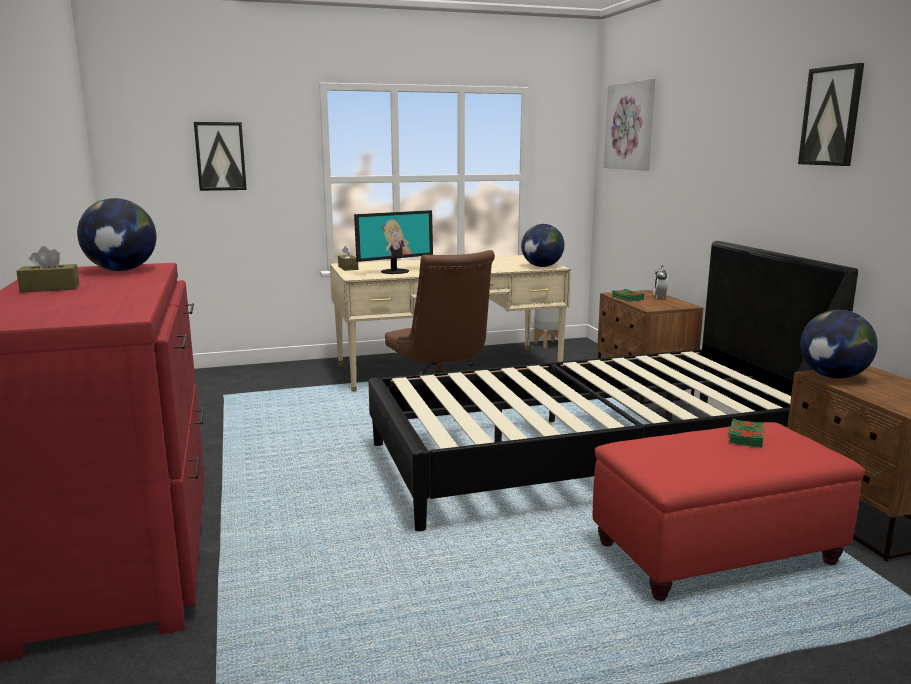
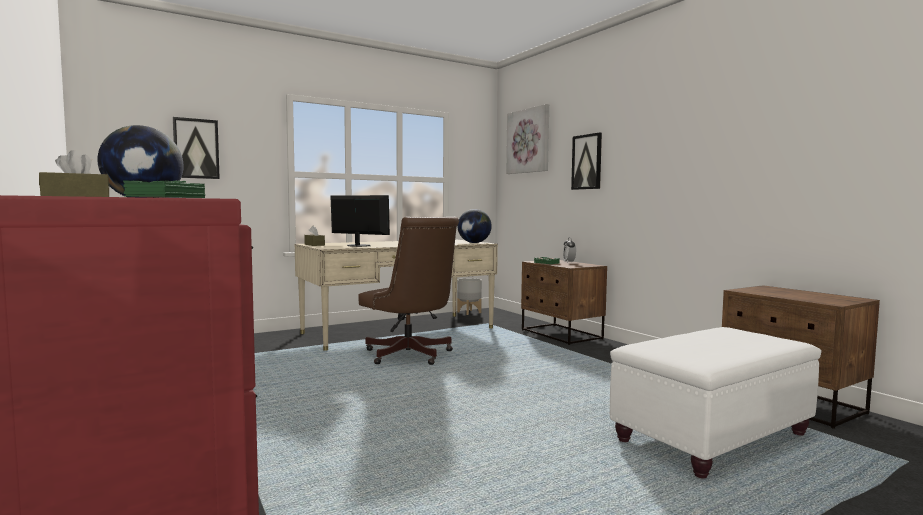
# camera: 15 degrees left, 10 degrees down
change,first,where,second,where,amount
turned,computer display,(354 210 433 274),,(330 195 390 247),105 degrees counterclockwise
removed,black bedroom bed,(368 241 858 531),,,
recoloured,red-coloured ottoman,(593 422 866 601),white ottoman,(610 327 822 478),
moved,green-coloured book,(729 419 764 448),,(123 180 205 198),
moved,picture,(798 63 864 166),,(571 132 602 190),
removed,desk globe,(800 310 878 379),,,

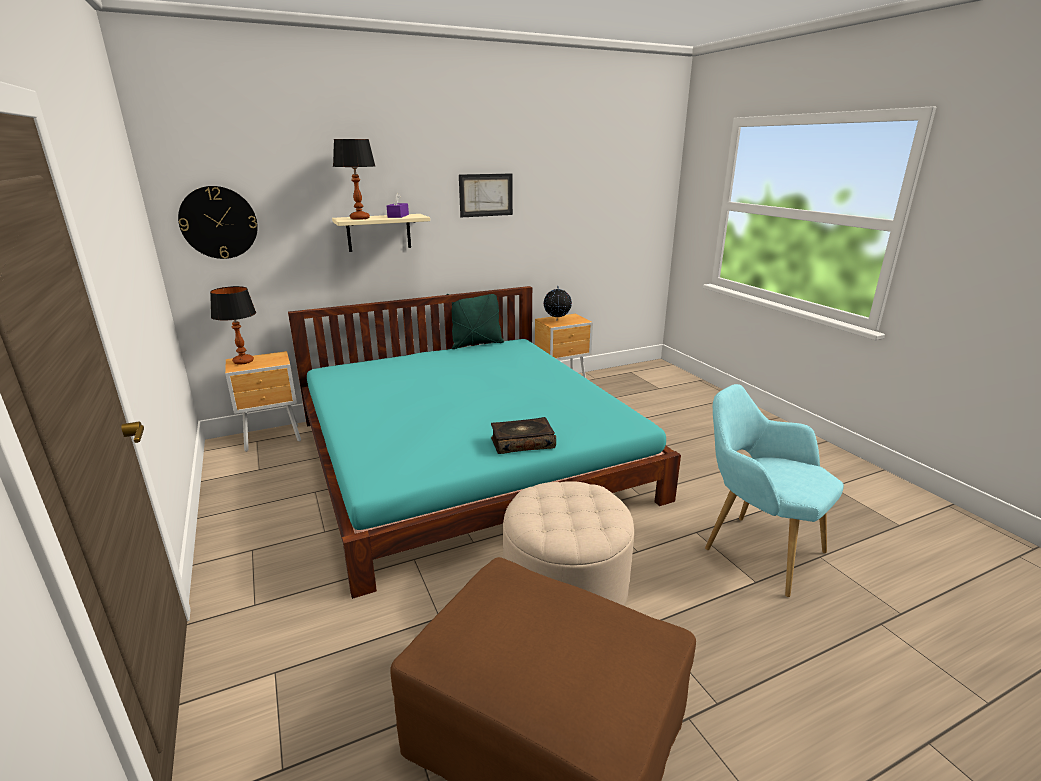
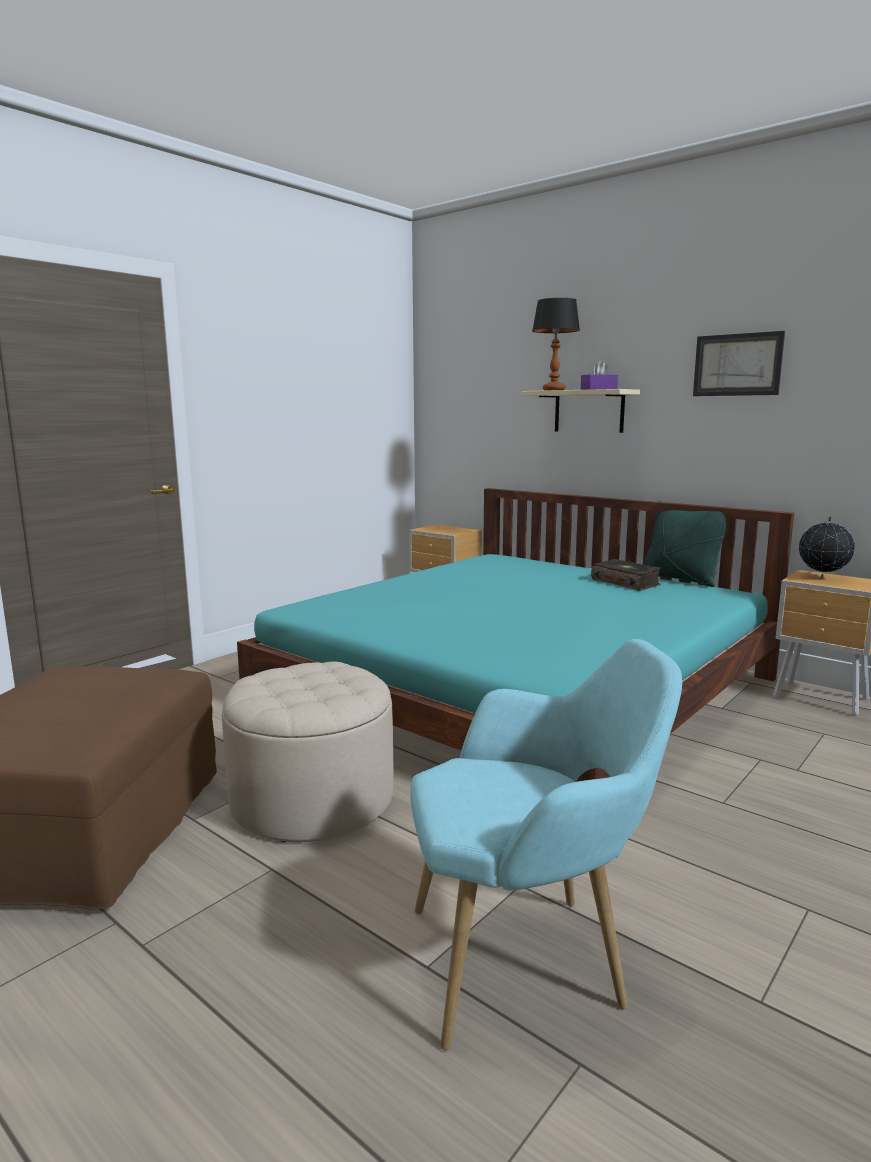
# camera: 65 degrees right, 10 degrees down
change,first,where,second,where,amount
removed,clock on the wall,(178 186 258 259),,,
removed,lamp for a table,(210 286 256 365),,,
moved,book,(491 417 556 454),,(591 559 661 591),
turned,turquoise-coloured easy chair,(705 384 844 597),,(410 639 682 1050),60 degrees clockwise

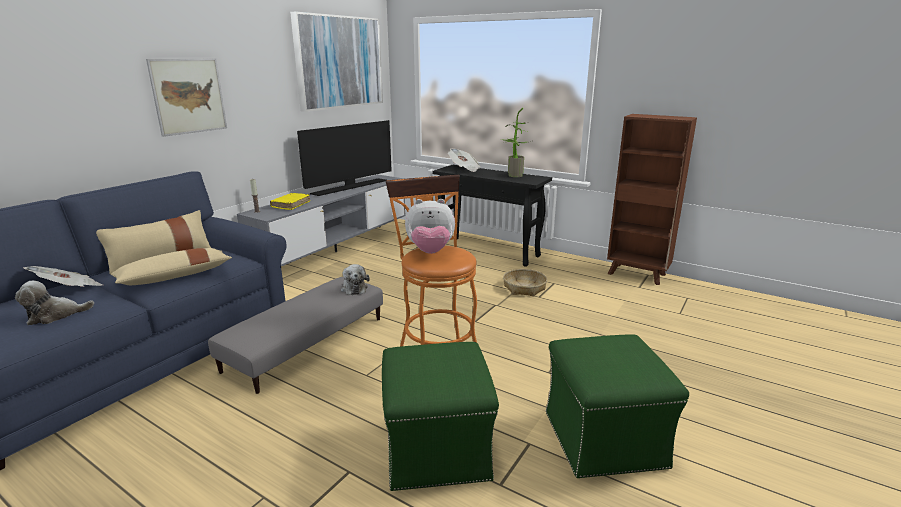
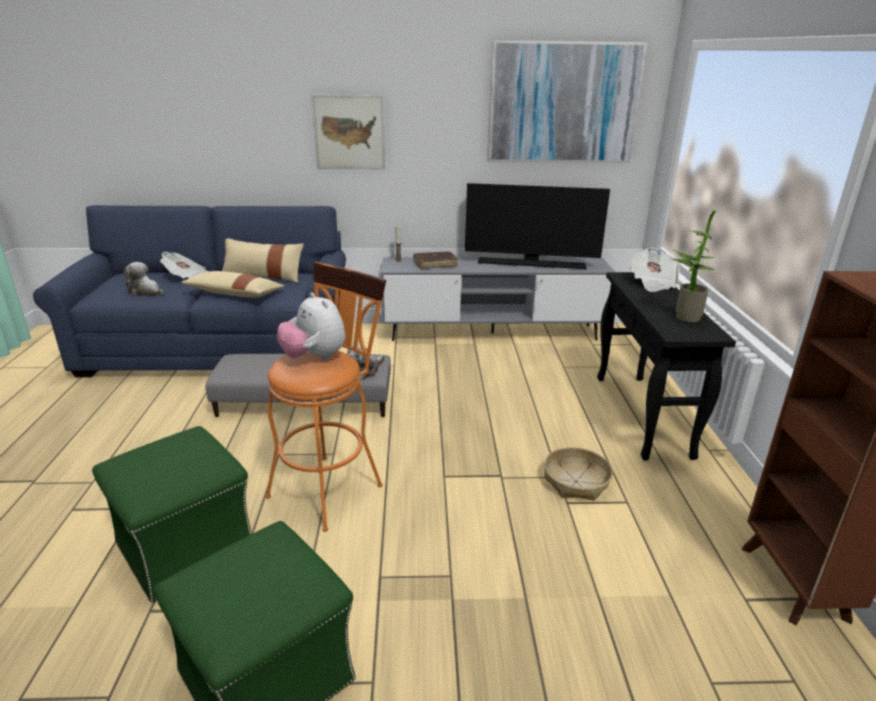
# camera: 55 degrees right, 5 degrees up
change,first,where,second,where,amount
recoloured,yellowish book,(270 193 310 210),brown-coloured book,(413 251 458 269),

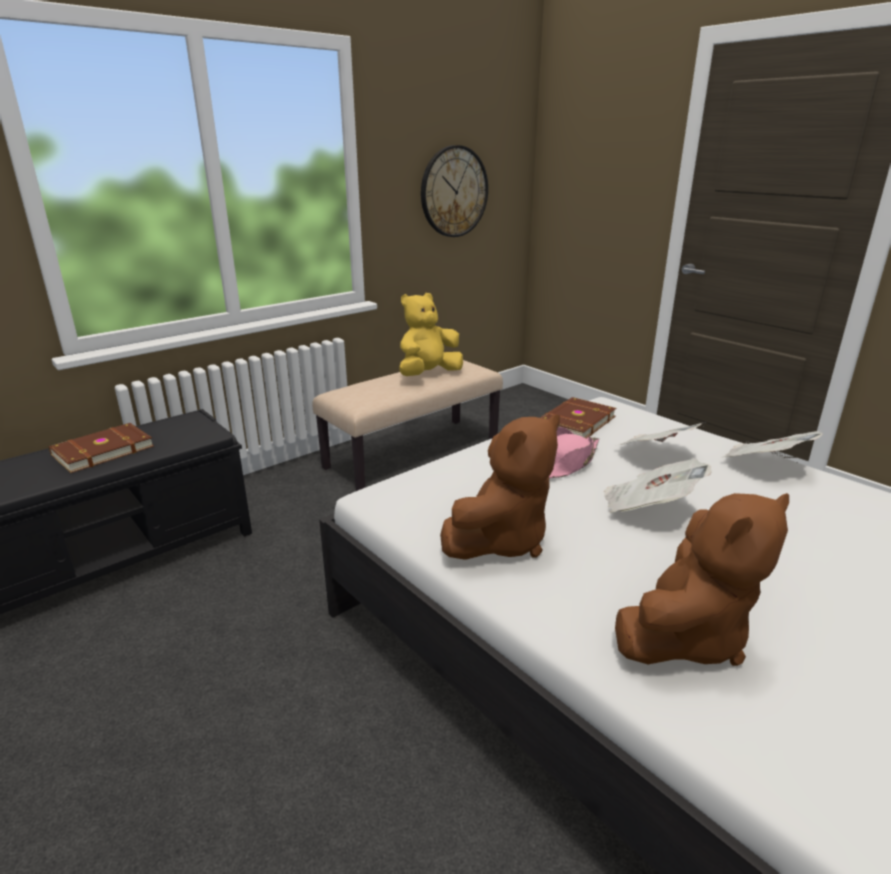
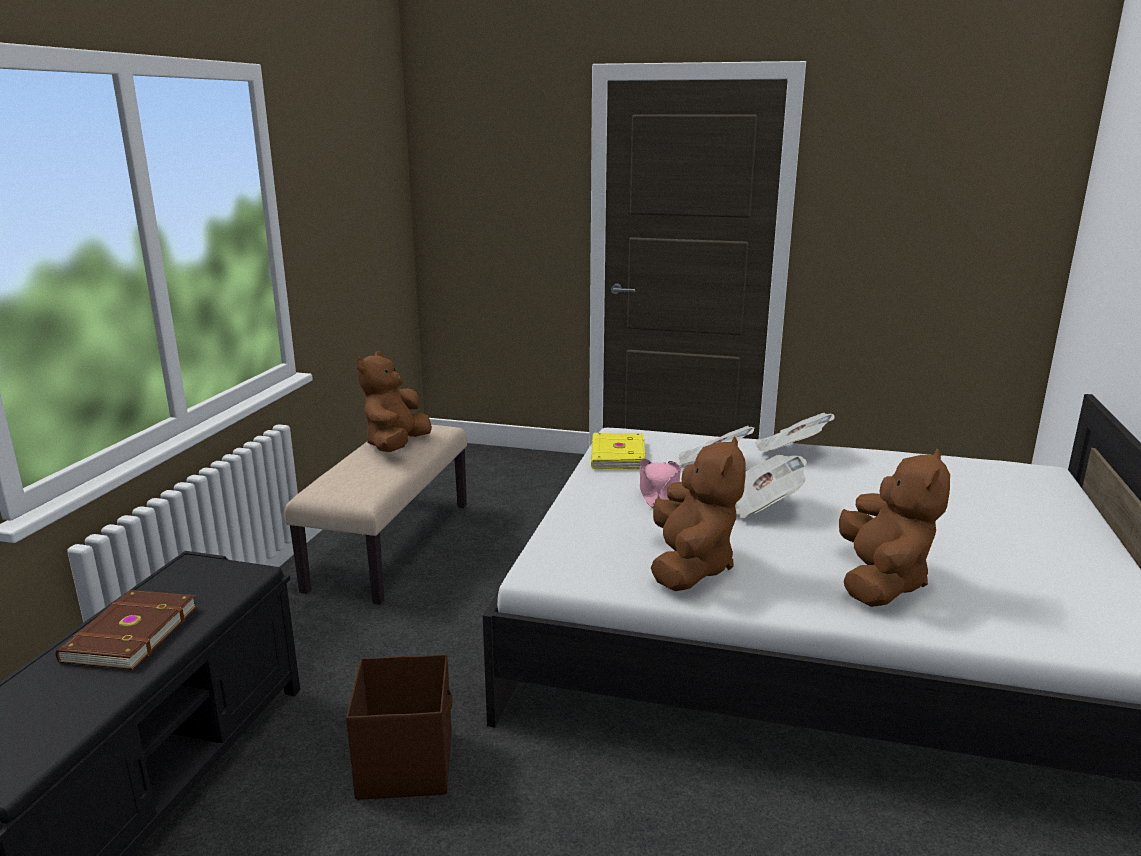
# camera: 35 degrees left, 5 degrees down
change,first,where,second,where,amount
recoloured,yellowish soft toy,(399 293 463 376),brown-coloured soft toy,(357 351 432 452),
removed,clock on the wall,(421 145 488 237),,,
recoloured,brown-coloured book,(540 397 616 438),yellowish book,(591 433 646 470),
added,,,brown-coloured storage container,(346 654 452 800),

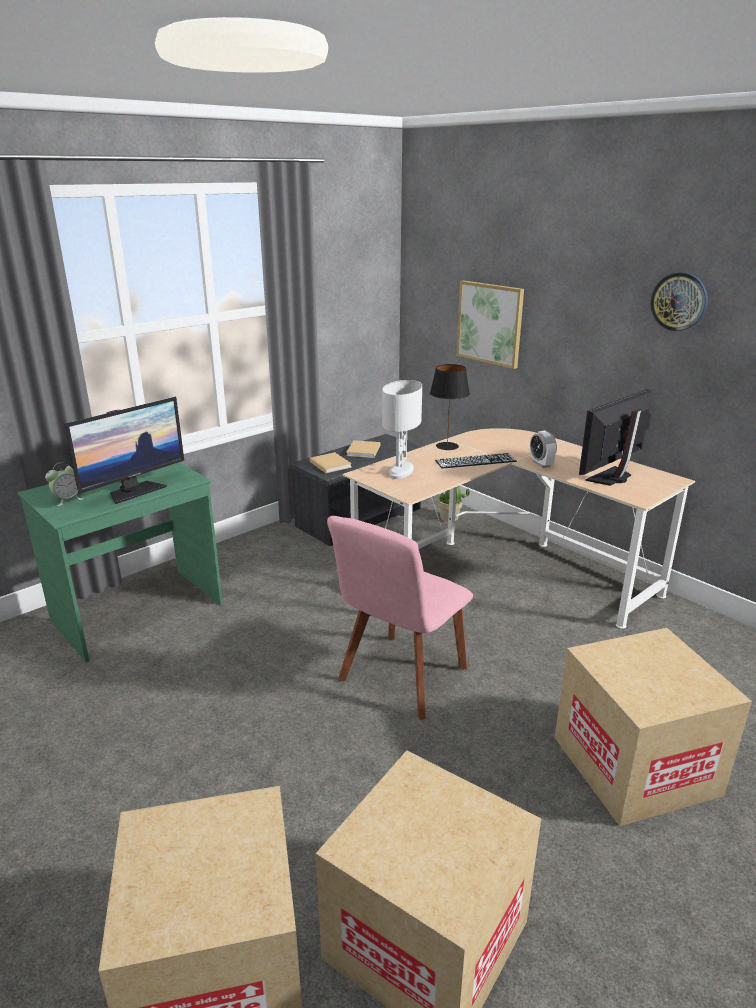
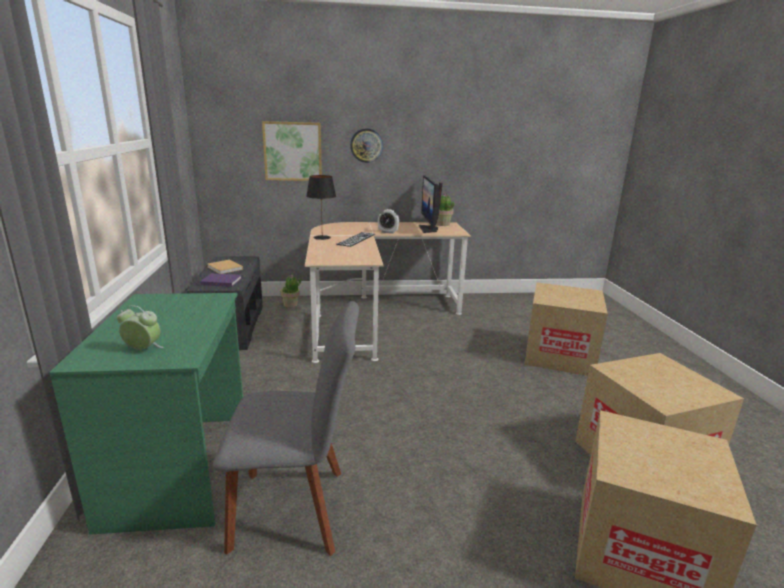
# camera: 55 degrees left, 5 degrees down
change,first,where,second,where,amount
turned,table clock,(45 462 84 506),,(117 305 164 350),75 degrees counterclockwise
removed,computer display,(64 397 184 504),,,
recoloured,beige book,(310 452 352 473),purplish book,(200 273 242 287),
removed,pinkish upright chair,(327 516 473 720),,,
removed,white lamp for a table,(382 380 422 479),,,
moved,clock on the wall,(650 272 708 331),,(350 128 383 163),
added,,,gray upright chair,(212 301 359 556),
added,,,potted plant,(436 193 454 226),

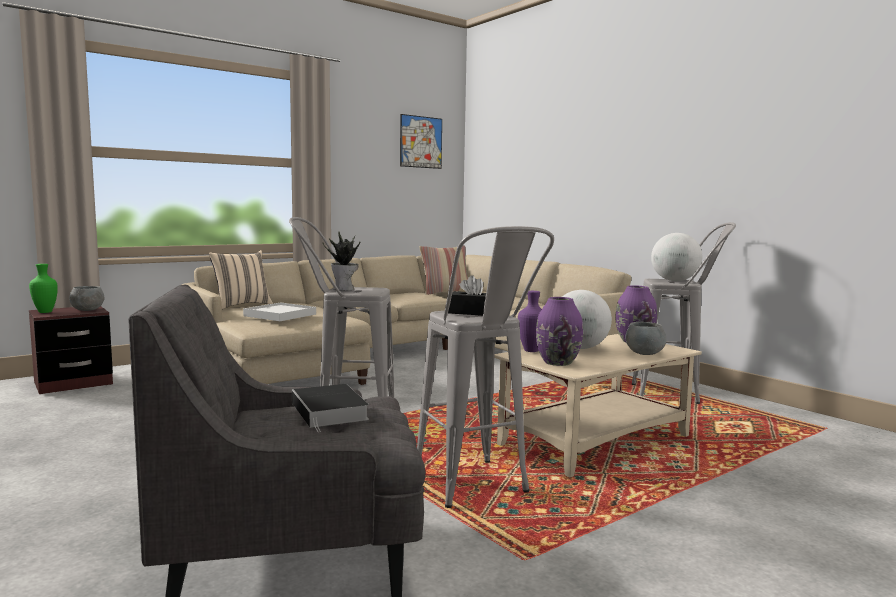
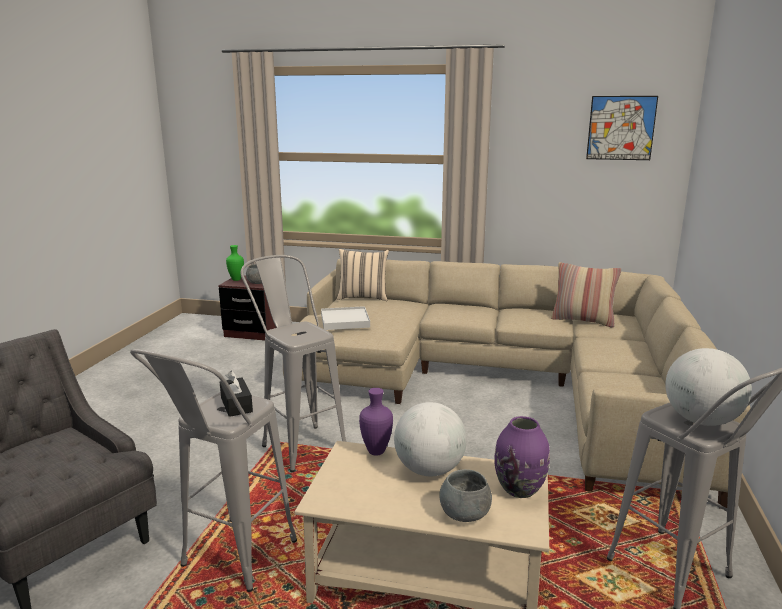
# camera: 50 degrees right, 10 degrees up
change,first,where,second,where,amount
removed,book,(292 384 369 432),,,
removed,potted plant,(323 232 361 291),,,
removed,purplish decorative vase,(536 297 583 366),,,

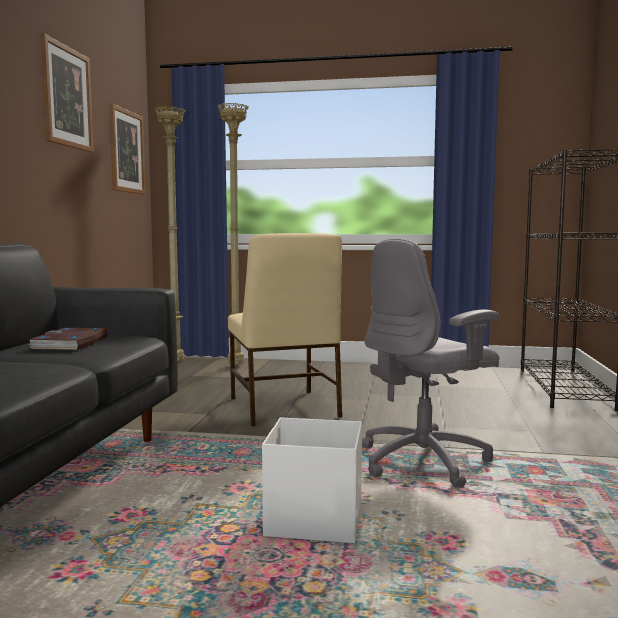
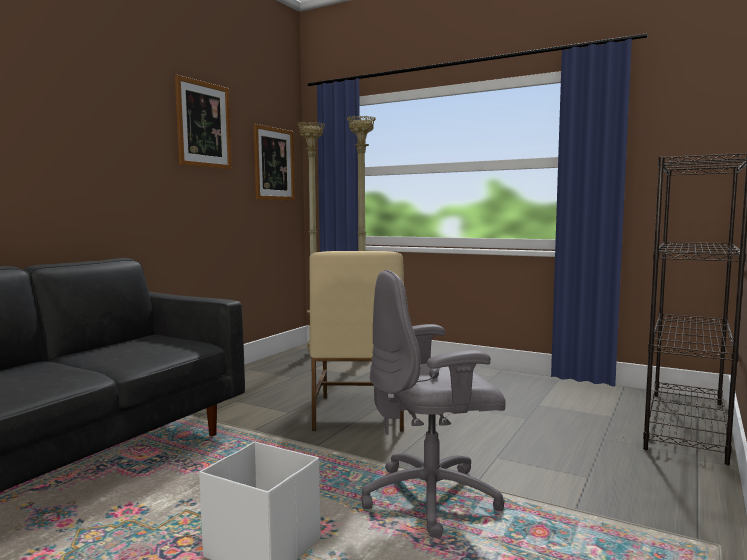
# camera: 20 degrees right, 0 degrees up
change,first,where,second,where,amount
removed,book,(28 328 108 350),,,

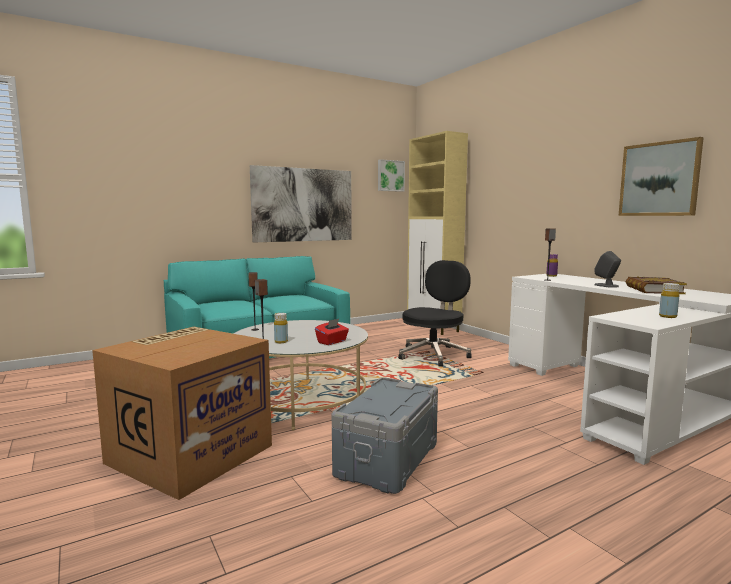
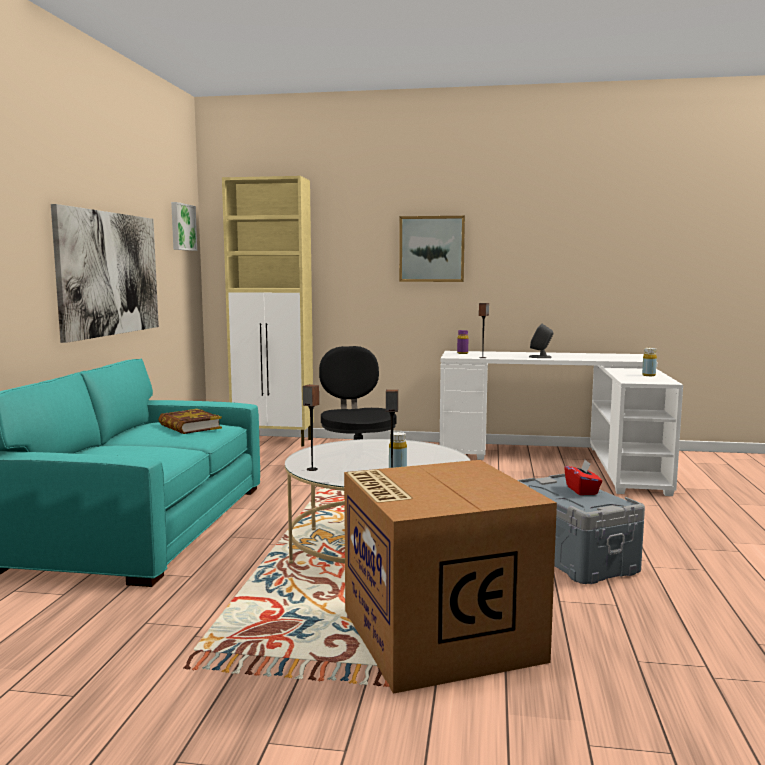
# camera: 50 degrees left, 0 degrees up
change,first,where,second,where,amount
moved,red-coloured box of tissues,(315 319 349 345),,(564 460 602 495),
moved,picture,(619 137 704 216),,(399 216 465 282),
moved,book,(626 276 687 294),,(158 409 222 434),

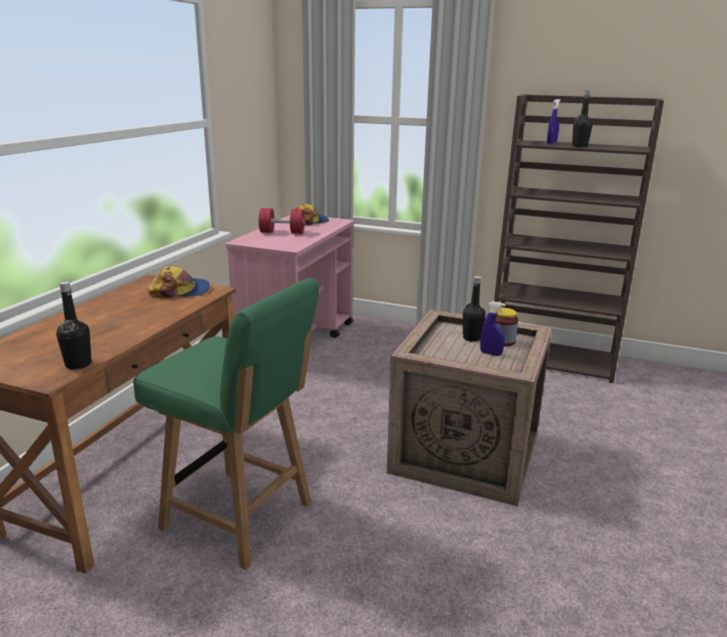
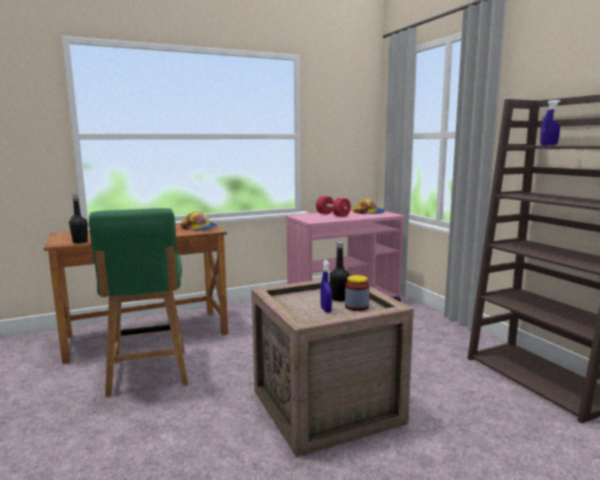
# camera: 45 degrees right, 10 degrees down
change,first,where,second,where,amount
removed,black beverage bottle,(572 90 593 147),,,

